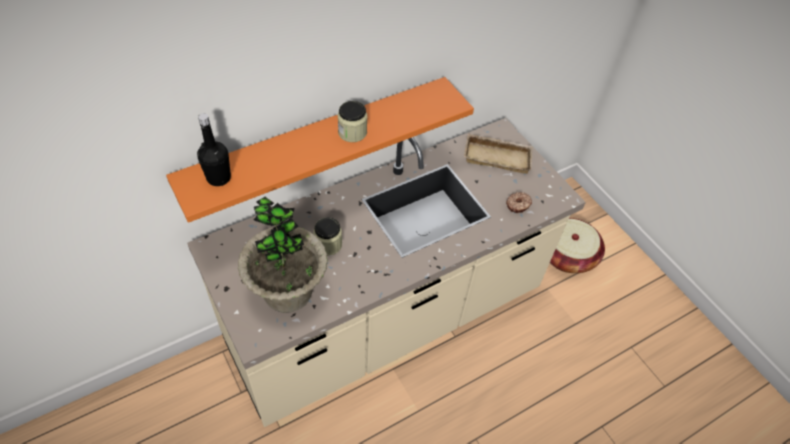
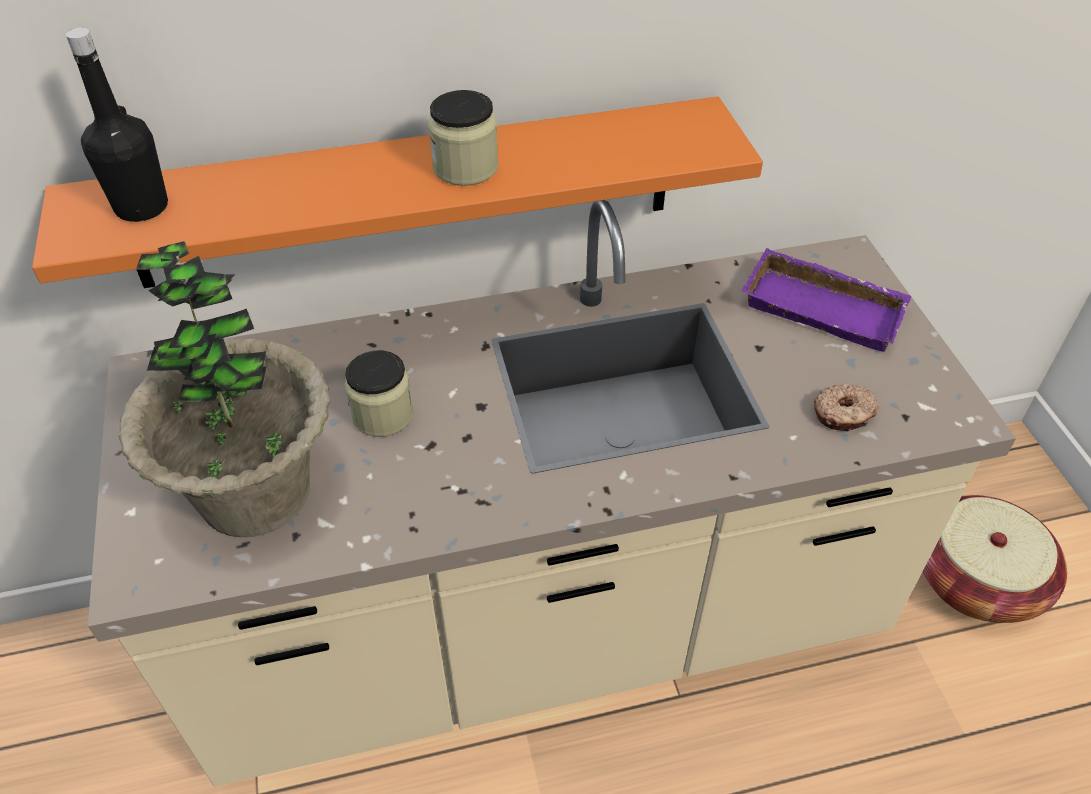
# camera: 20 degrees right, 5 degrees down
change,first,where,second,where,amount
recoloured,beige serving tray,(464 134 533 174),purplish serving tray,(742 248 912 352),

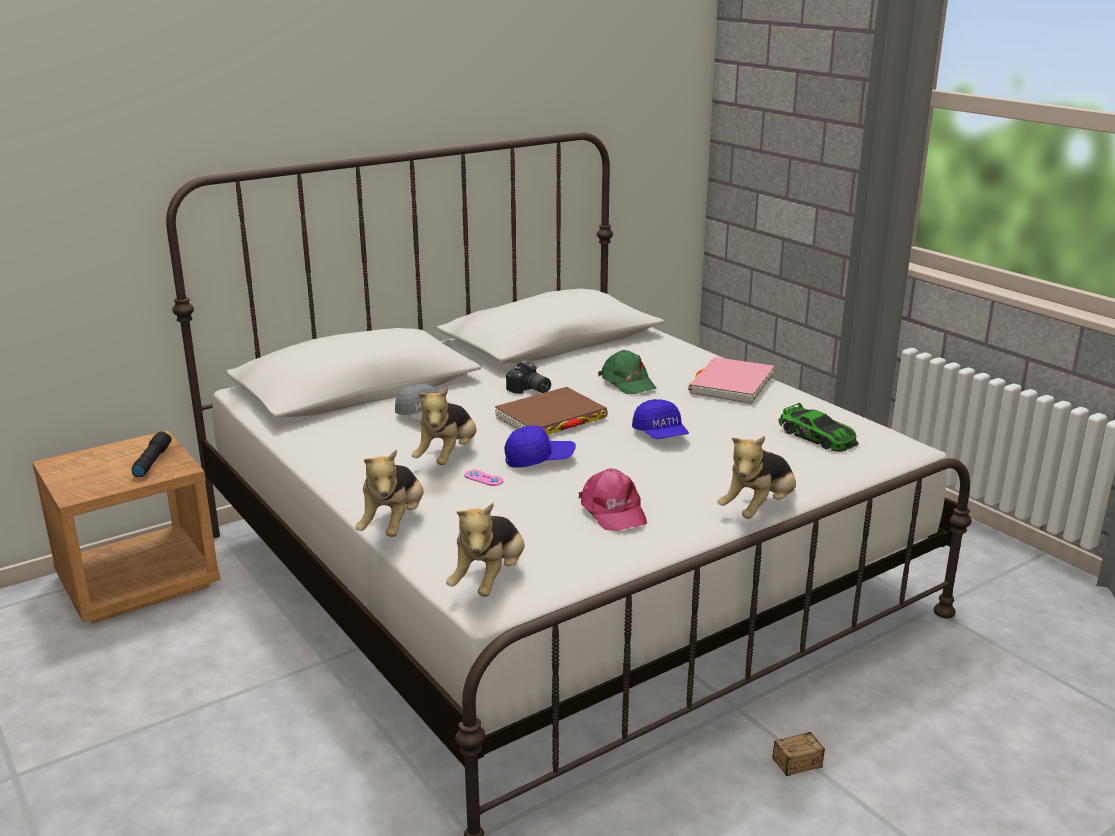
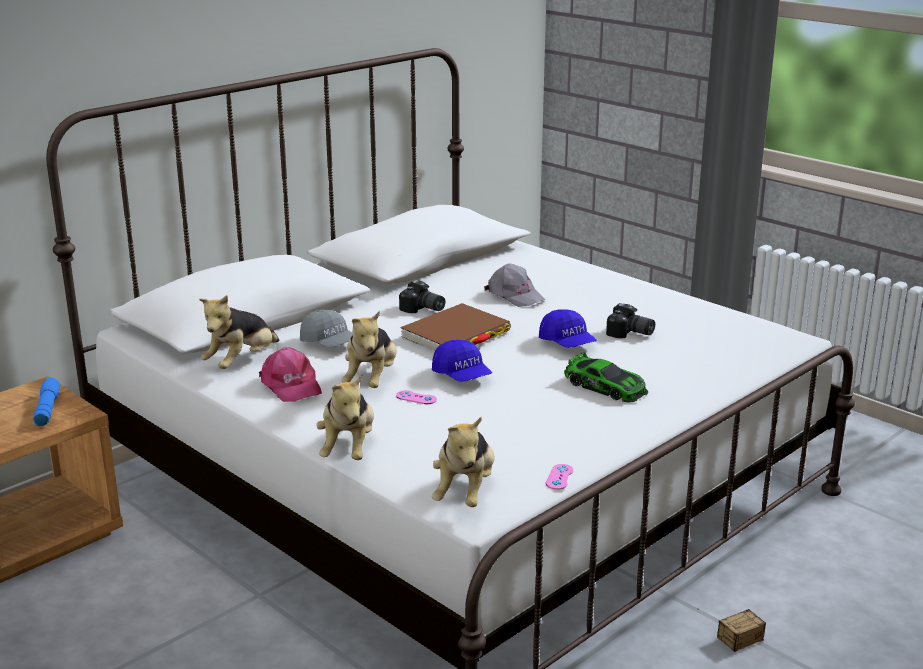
# camera: 10 degrees left, 0 degrees up
change,first,where,second,where,amount
recoloured,black flashlight,(131 431 172 477),bluish flashlight,(33 378 60 426),
turned,bluish baseball cap,(505 425 576 468),,(432 340 492 382),75 degrees clockwise
moved,pinkish baseball cap,(578 469 647 531),,(259 347 322 402),
recoloured,green-coloured baseball cap,(598 350 657 394),gray baseball cap,(484 264 545 307),
removed,pinkish book,(688 357 774 405),,,
moved,soft toy,(718 436 796 519),,(199 295 279 369),
moved,toy car,(779 403 859 452),,(564 352 648 402),
added,,,pinkish gamepad,(546 464 573 490),
added,,,photo camera,(606 303 655 338),

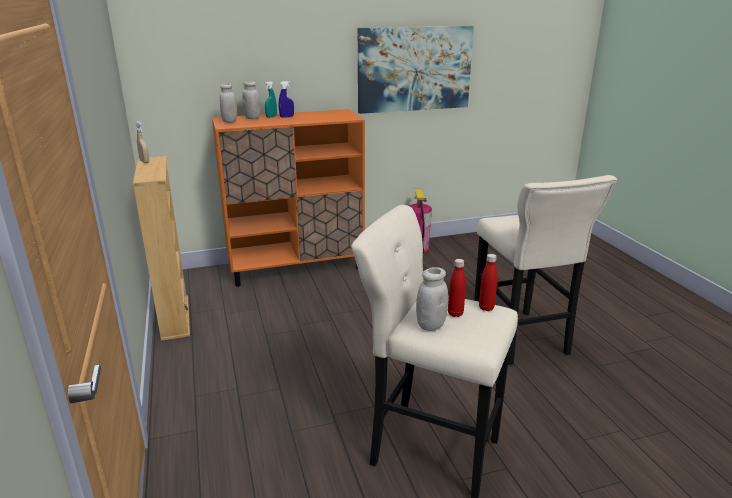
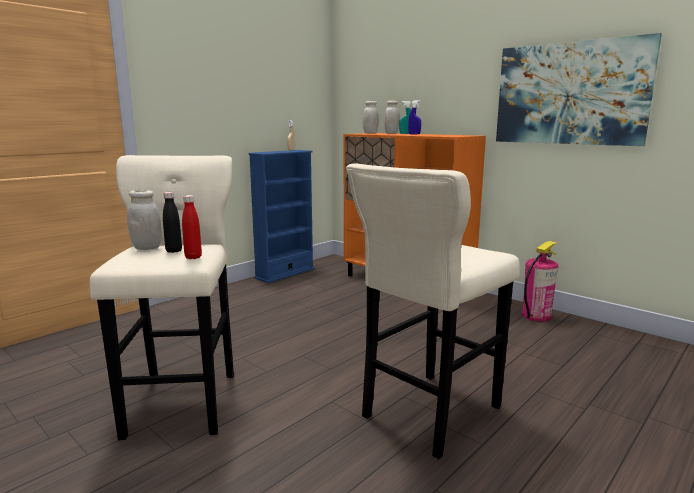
# camera: 60 degrees right, 10 degrees down
change,first,where,second,where,amount
recoloured,beige shelving unit,(133 156 190 341),bluish shelving unit,(248 150 315 283),
recoloured,red-coloured beverage bottle,(448 259 466 317),black beverage bottle,(163 192 182 253),

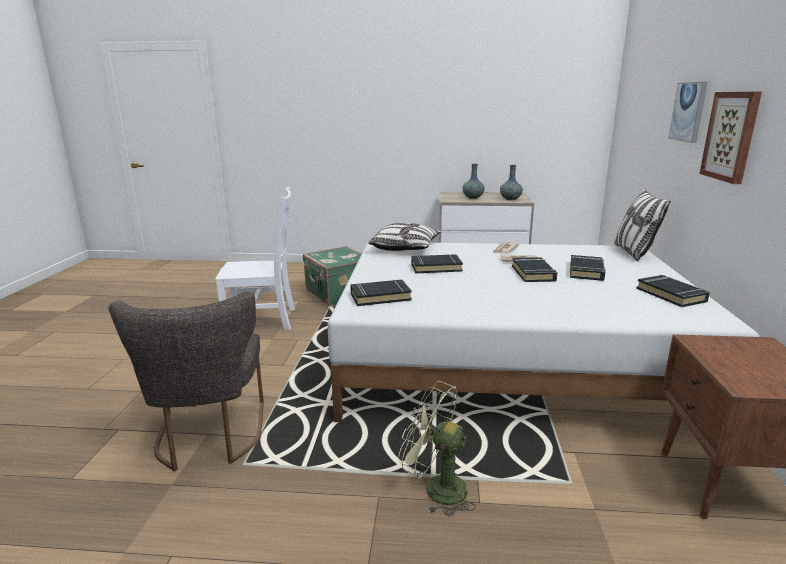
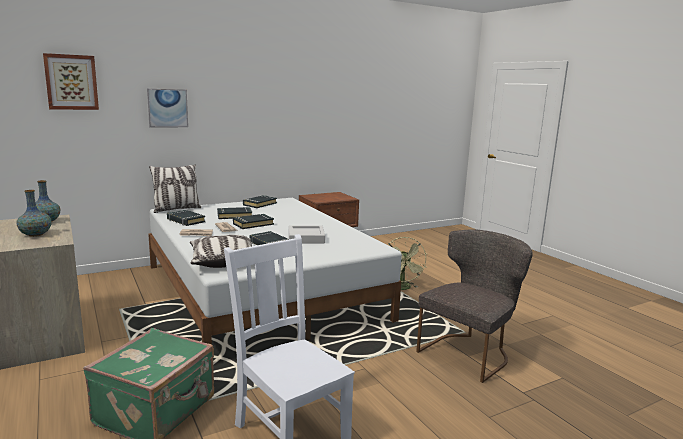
# camera: 125 degrees left, 5 degrees down
change,first,where,second,where,amount
moved,black book,(350 280 412 306),,(167 210 205 226),
moved,picture,(699 92 762 184),,(43 53 99 110),
added,,,gray serving tray,(289 225 325 244),

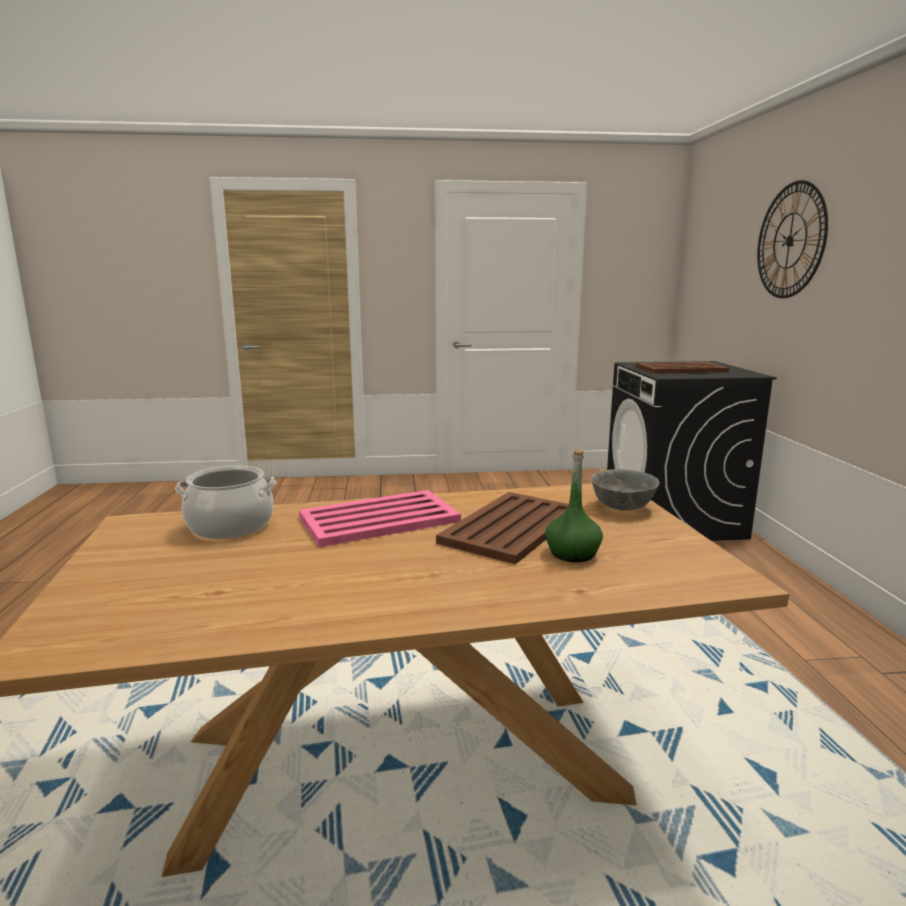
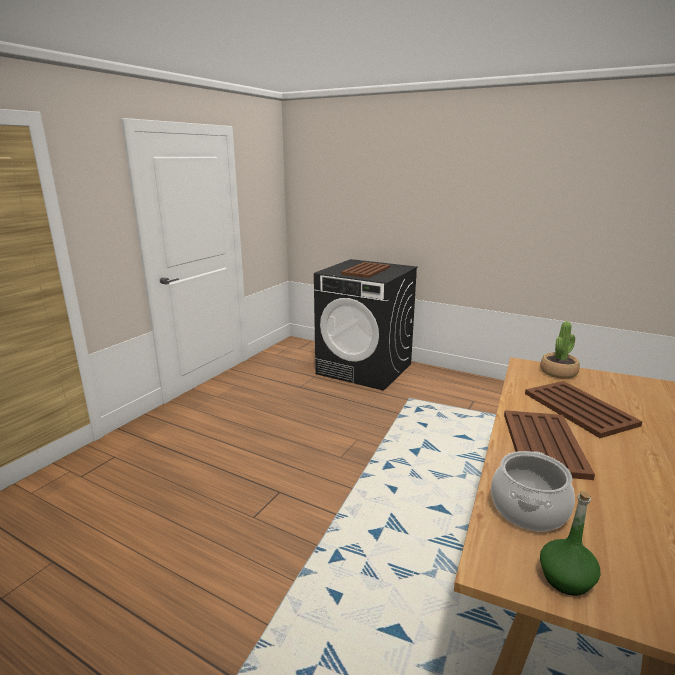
# camera: 55 degrees left, 5 degrees up
change,first,where,second,where,amount
recoloured,pinkish serving tray,(299 490 461 547),brown-coloured serving tray,(504 410 595 480),
moved,green-coloured beverage bottle,(545 449 603 562),,(540 491 601 596),
replaced,gray bowl,(591 469 659 511),potted plant,(540 321 580 379),
removed,clock on the wall,(757 180 828 298),,,

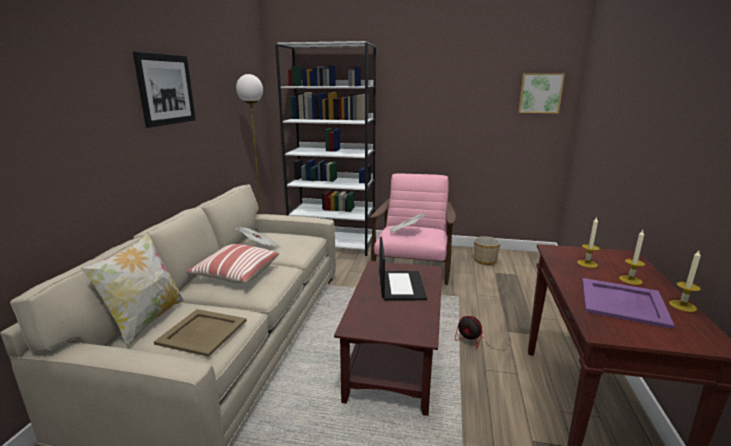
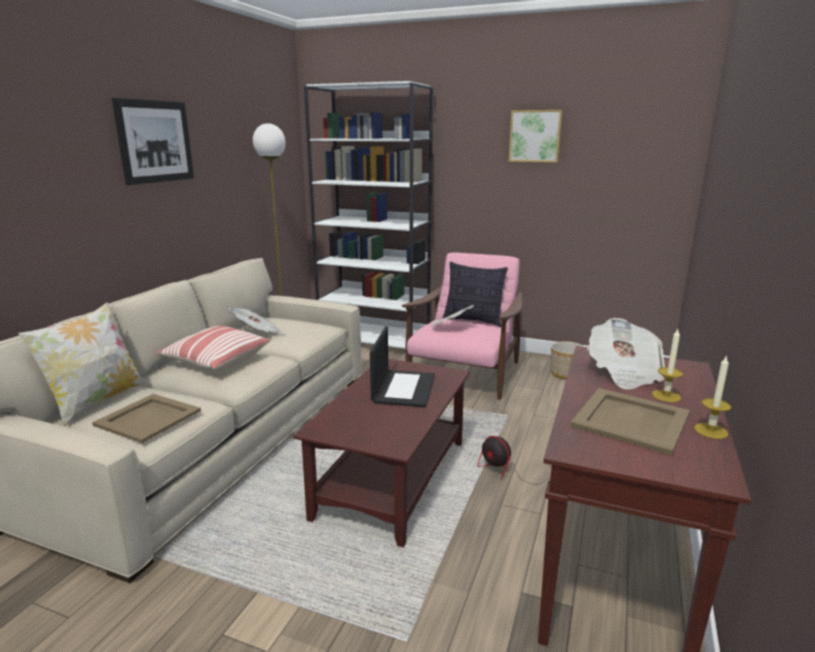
# camera: 10 degrees right, 0 degrees up
change,first,where,second,where,amount
moved,picture,(518 73 565 113),,(509 110 563 162),
replaced,candle,(577 217 600 268),printed paper,(587 318 665 389),
recoloured,purplish serving tray,(582 278 675 329),beige serving tray,(570 388 690 455),
added,,,pillow,(442 262 508 327),

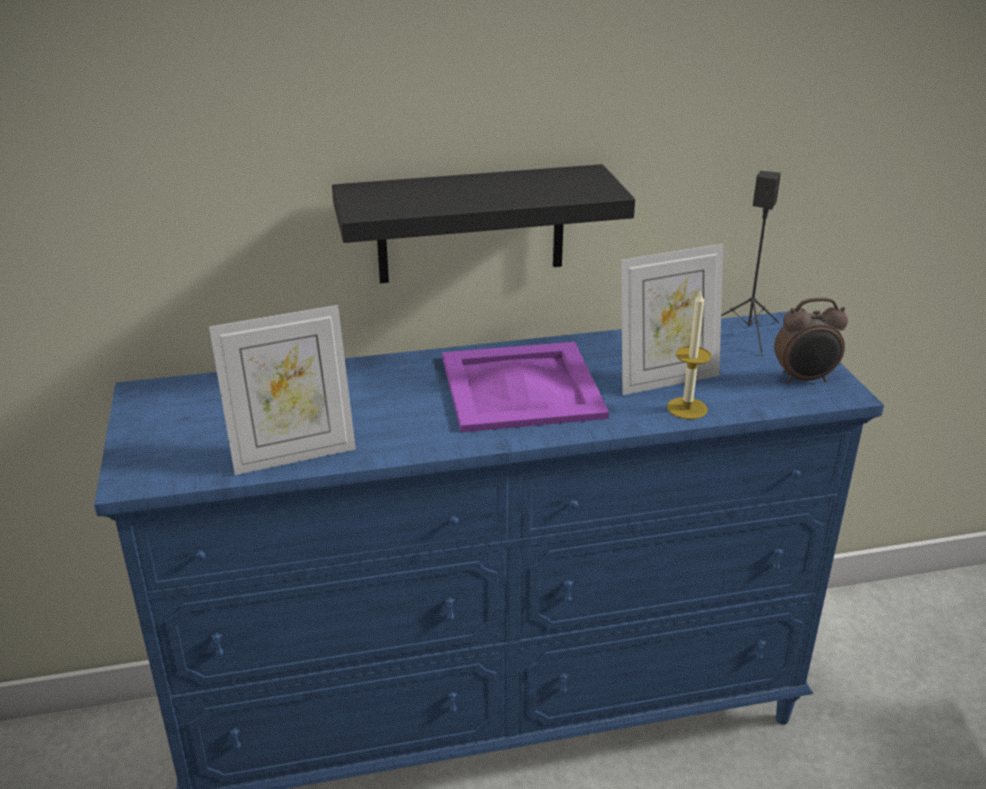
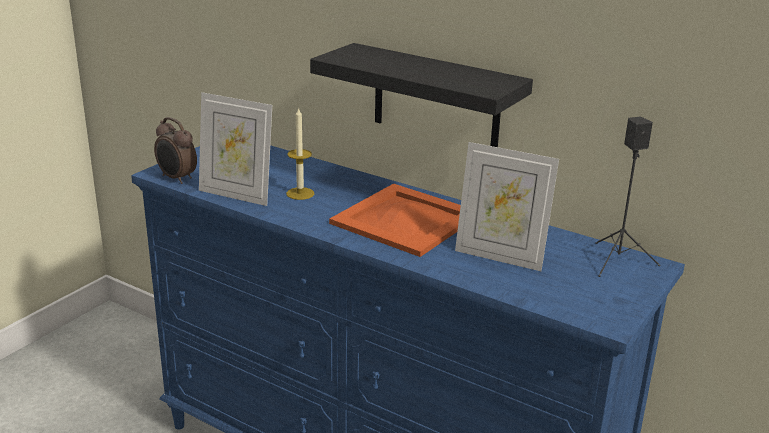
# camera: 45 degrees right, 5 degrees down
change,first,where,second,where,amount
recoloured,purplish serving tray,(442 342 609 432),orangey serving tray,(329 183 461 257),
moved,candle,(667 291 711 419),,(286 107 314 200),
moved,table clock,(774 297 848 384),,(154 117 197 184),

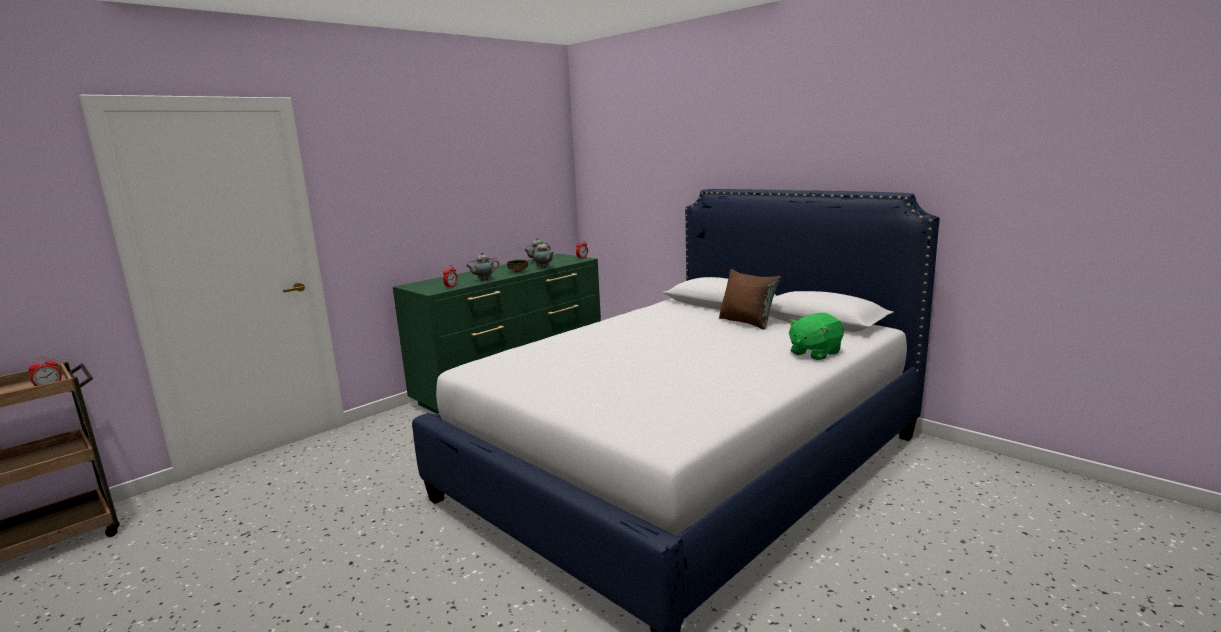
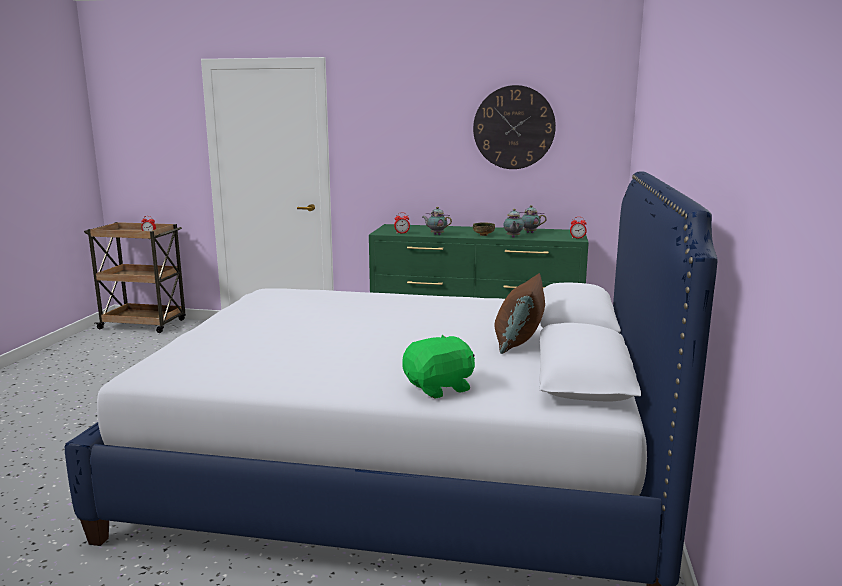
# camera: 55 degrees right, 0 degrees up
change,first,where,second,where,amount
turned,green-coloured soft toy,(788 313 844 360),,(402 335 475 399),135 degrees clockwise
added,,,clock on the wall,(473 85 556 169),

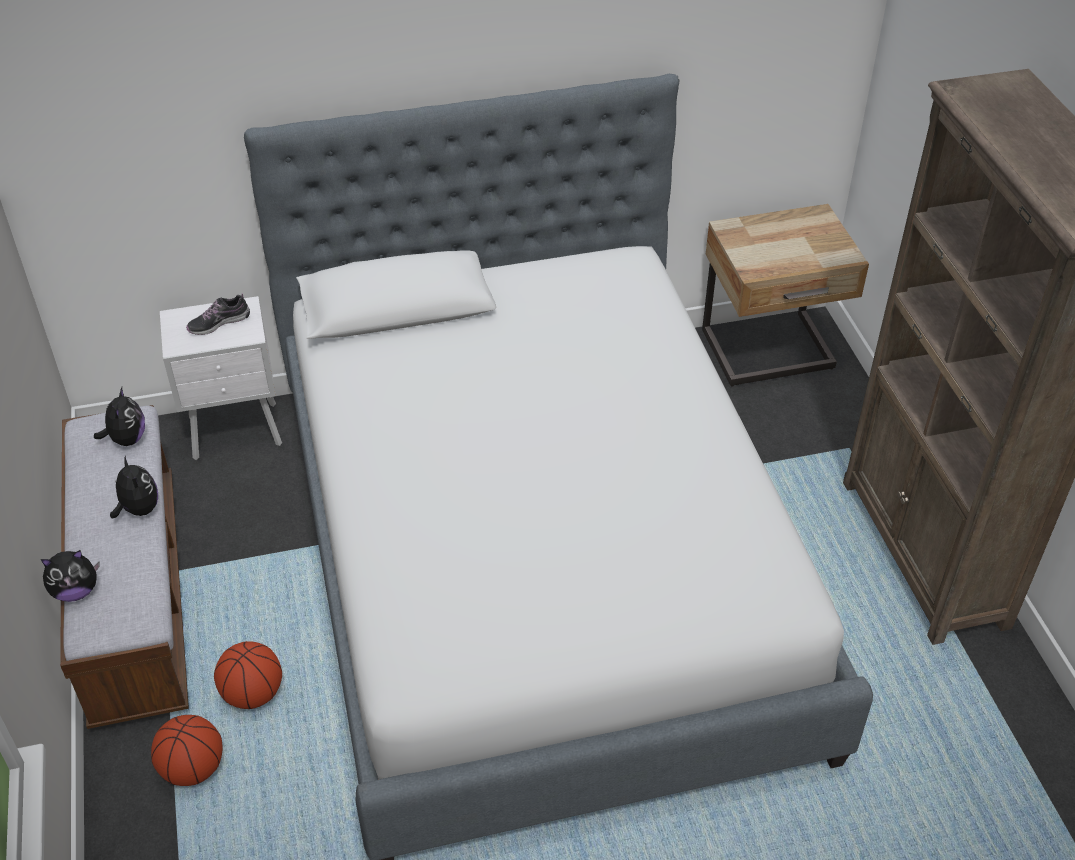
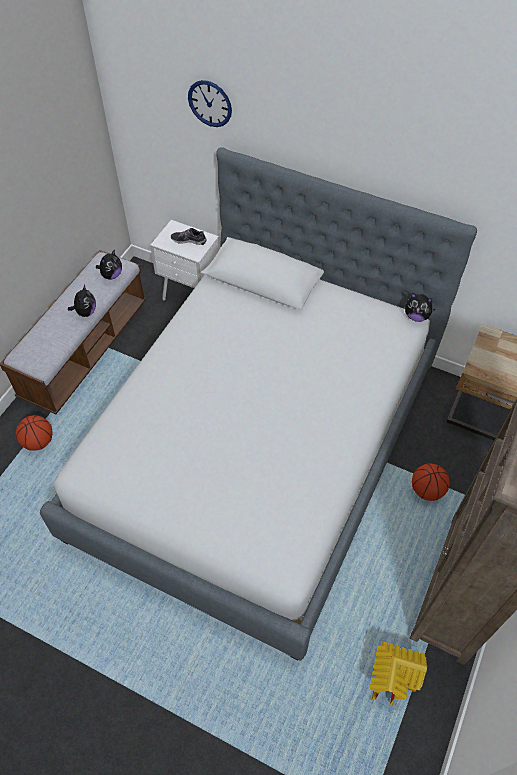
# camera: 40 degrees right, 10 degrees up
change,first,where,second,where,amount
moved,soft toy,(41 550 100 602),,(405 293 435 322),
moved,basketball ball,(214 641 282 709),,(412 464 450 501),
added,,,clock on the wall,(188 80 232 127),
added,,,toy house,(370 642 427 706),

